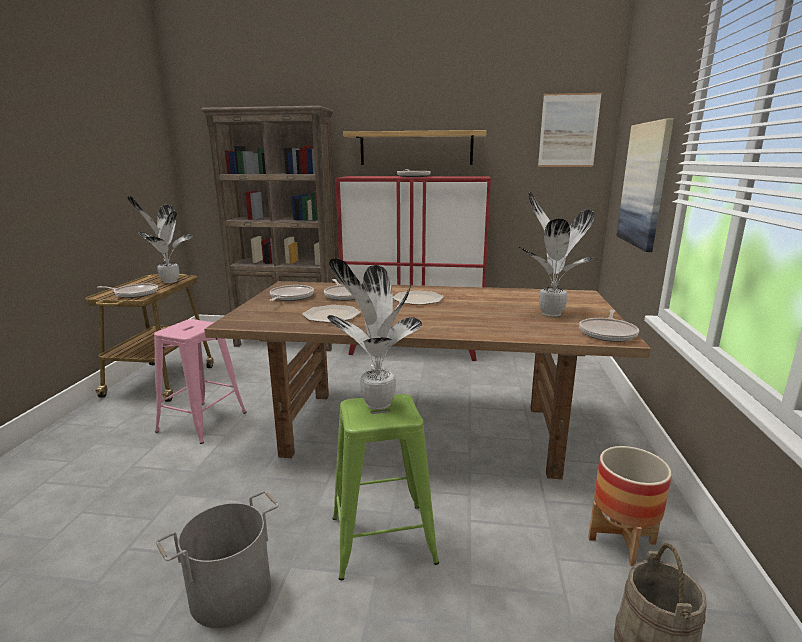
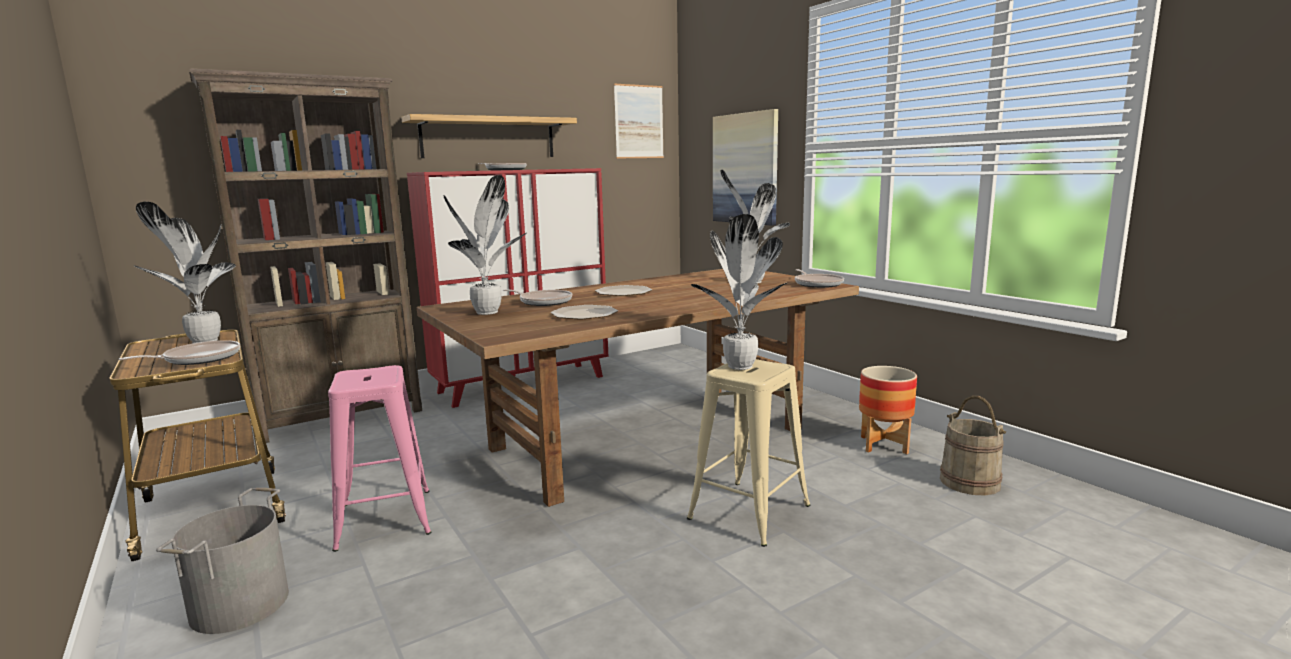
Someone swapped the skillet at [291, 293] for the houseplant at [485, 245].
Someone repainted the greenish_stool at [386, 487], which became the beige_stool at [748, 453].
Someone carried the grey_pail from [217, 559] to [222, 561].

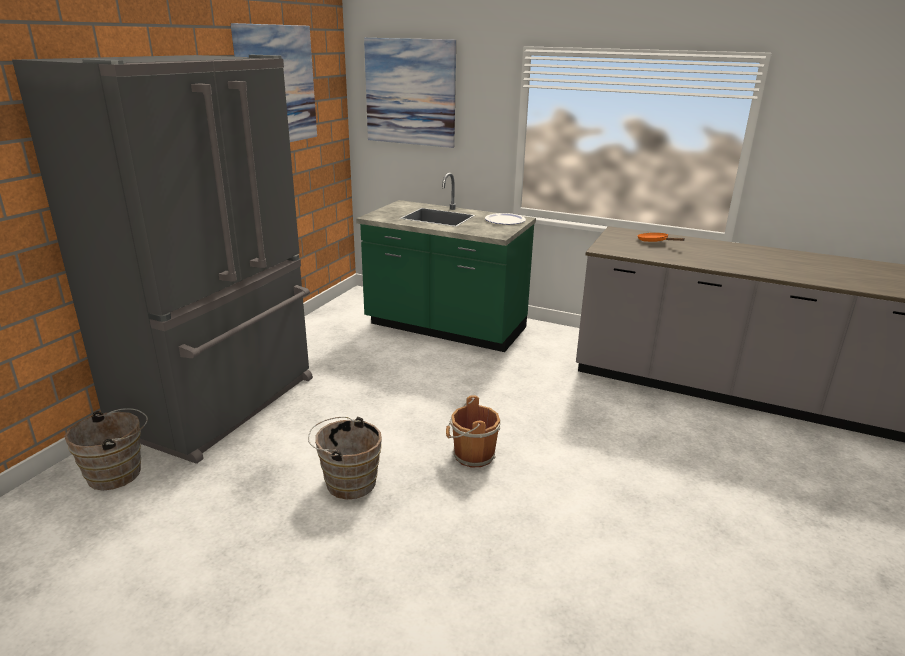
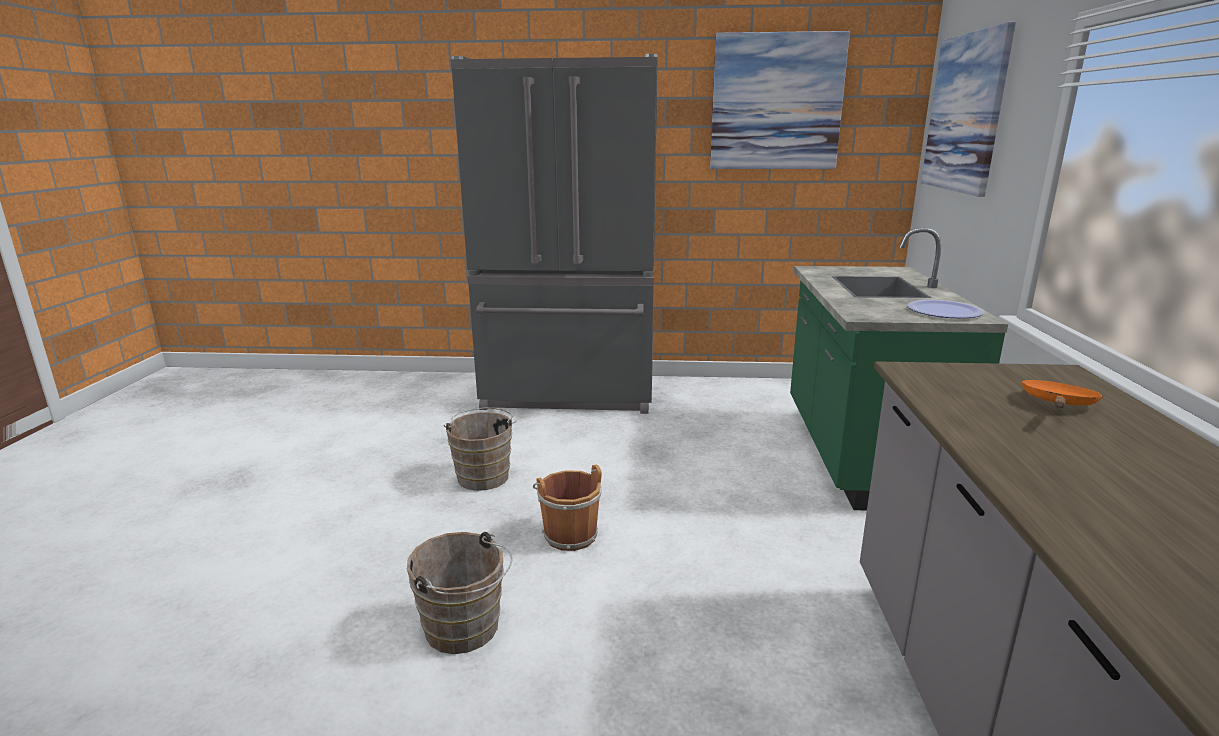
Someone carried the brown-coloured_pail from [106, 449] to [459, 593].

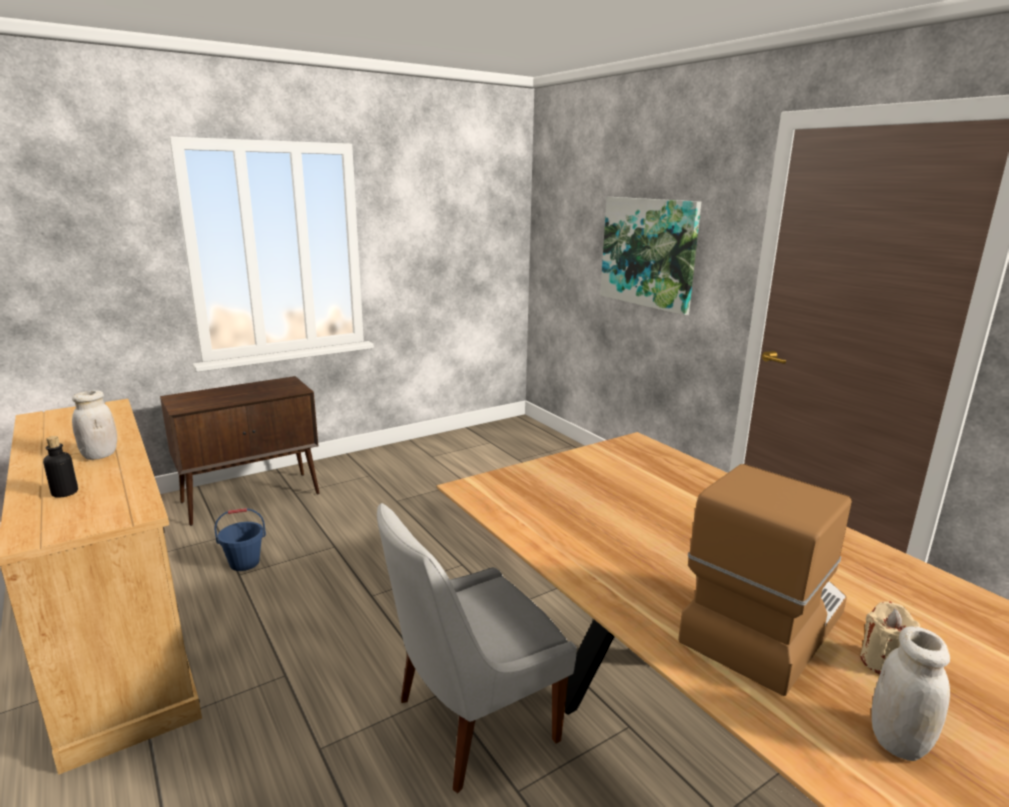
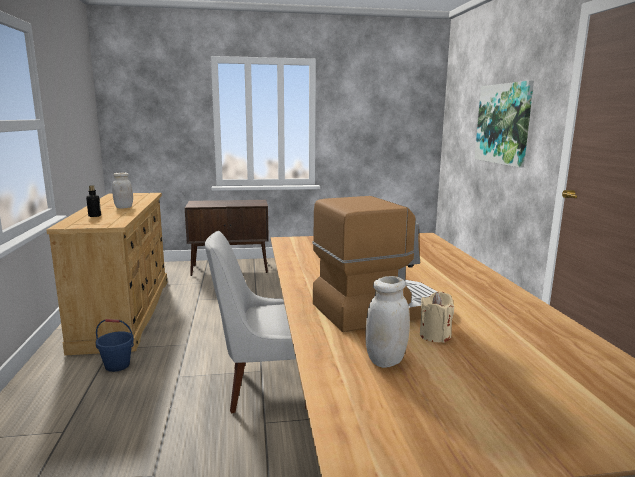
Someone carried the blue-coloured_pail from [240, 539] to [115, 345].

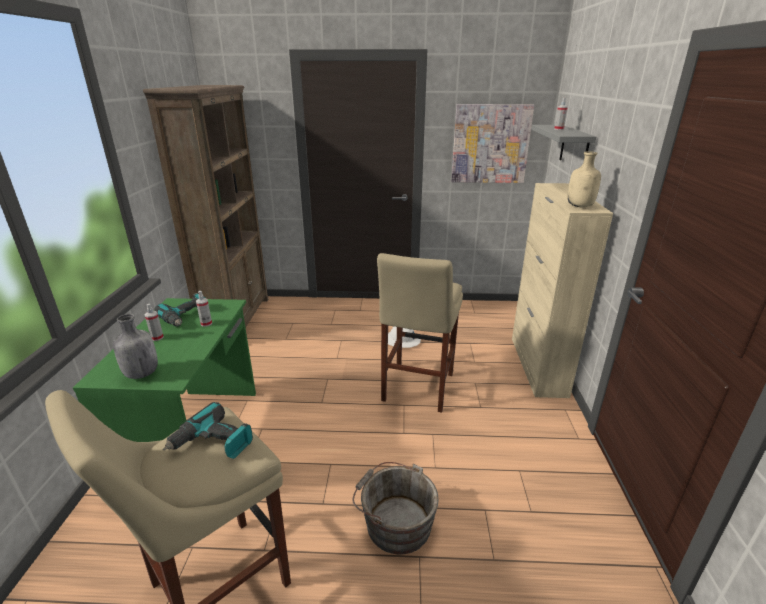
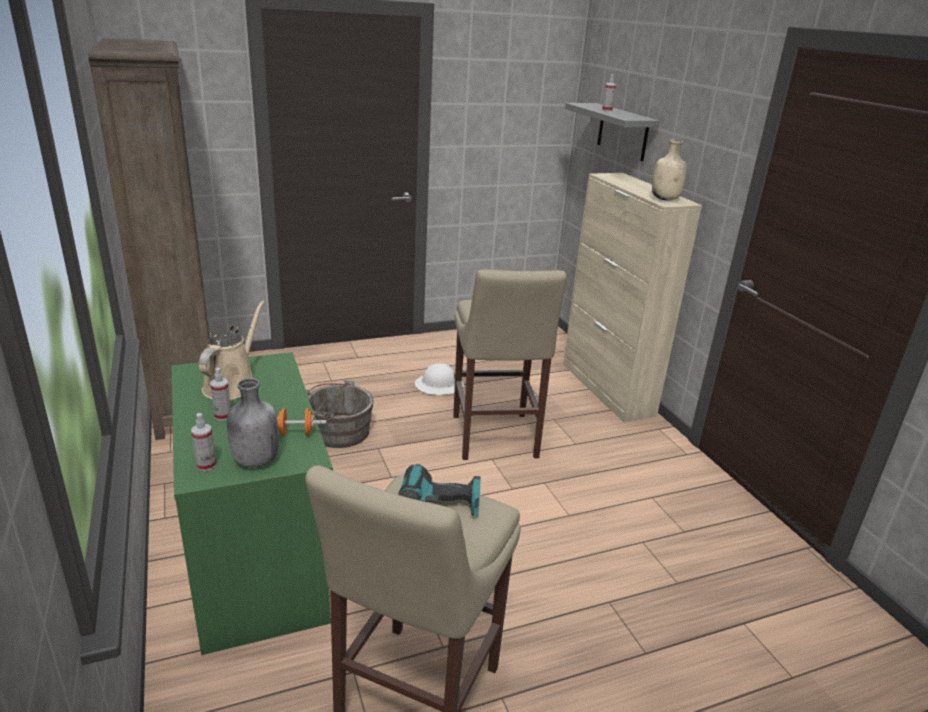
Someone took away the wall_picture at [492, 143].
Someone carried the spray_bottle from [204, 309] to [203, 442].
Someone swapped the power_drill at [179, 310] for the beige_watering_can at [231, 350].
Someone carried the grey_pail from [396, 508] to [340, 414].
Someone put down the orangey_dumbbell at [301, 422].

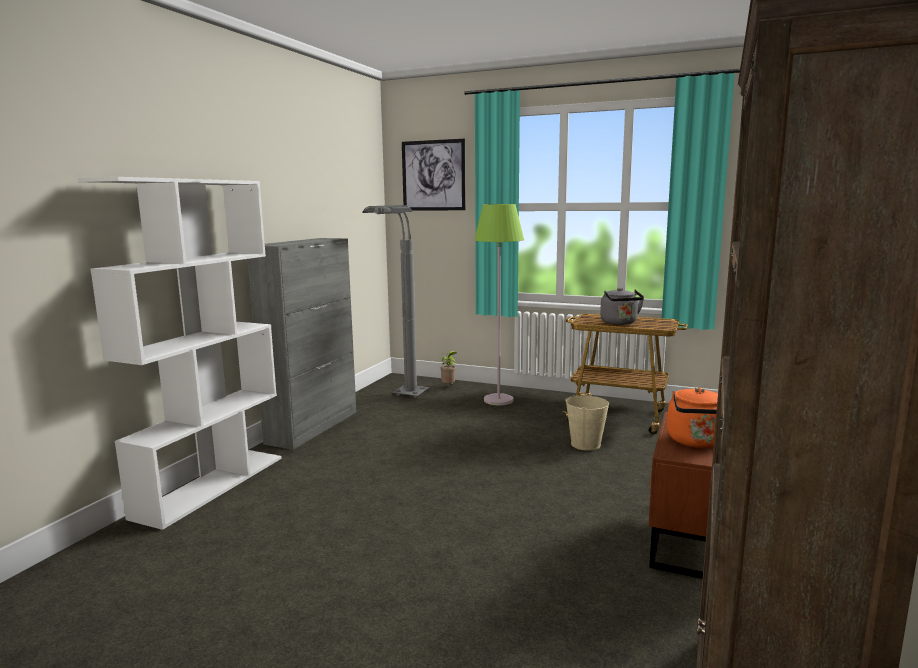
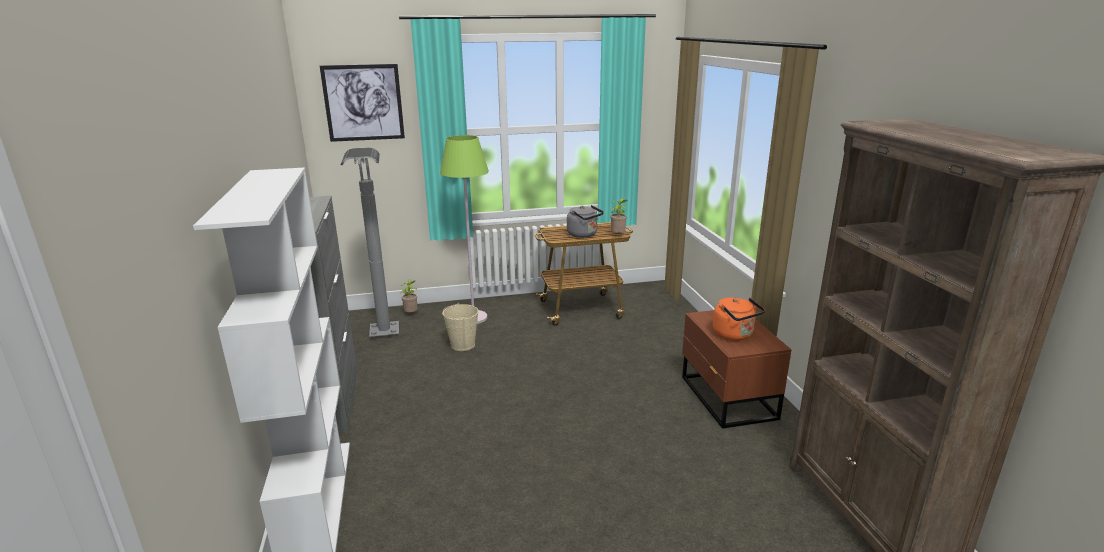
Someone carried the beige_pail from [587, 422] to [460, 327].
Someone put down the houseplant at [619, 215].

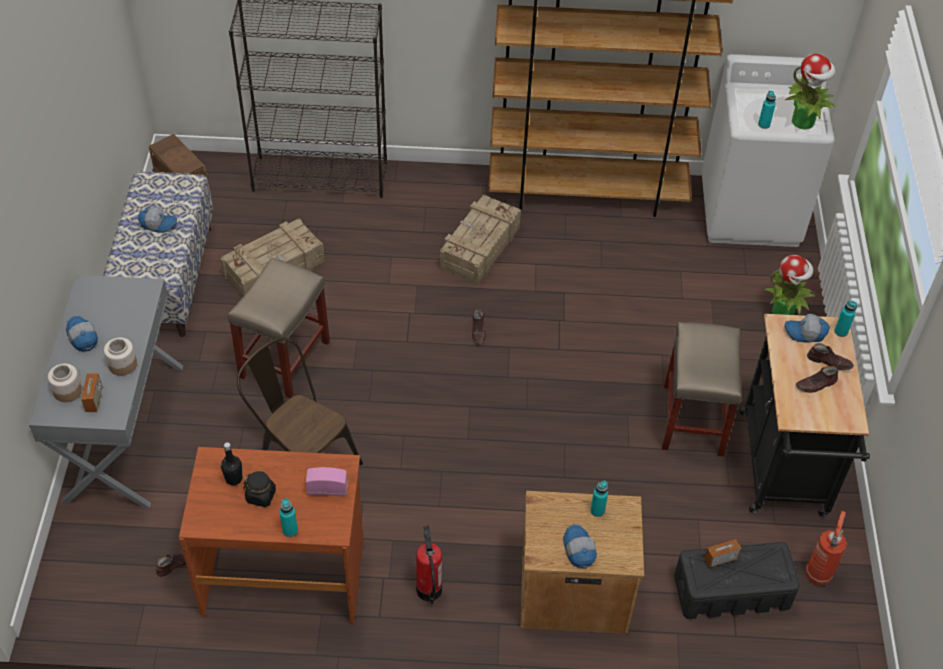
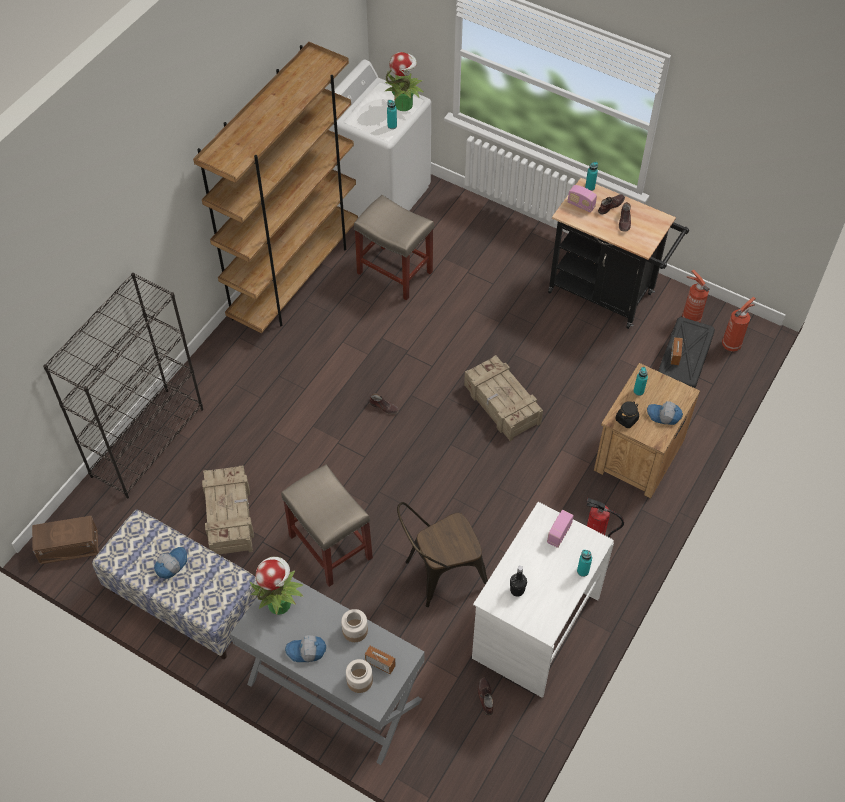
Someone carried the crate from [480, 240] to [503, 398].
Someone carried the houseplant from [789, 285] to [277, 586].
Someone swapped the baseball_cap at [807, 328] for the radio at [582, 199].
Someone carried the beige_stool from [701, 389] to [394, 248].
Someone repainted the brown-coloured_desk_unit at [271, 536], which became the white_desk_unit at [543, 600].
Someone carried the blackish_storage_jar from [259, 489] to [627, 414].
Someone put down the extinguisher at [739, 324].

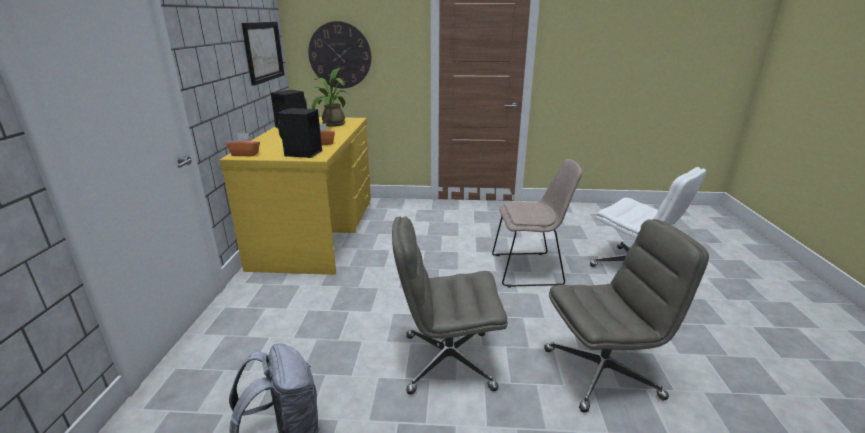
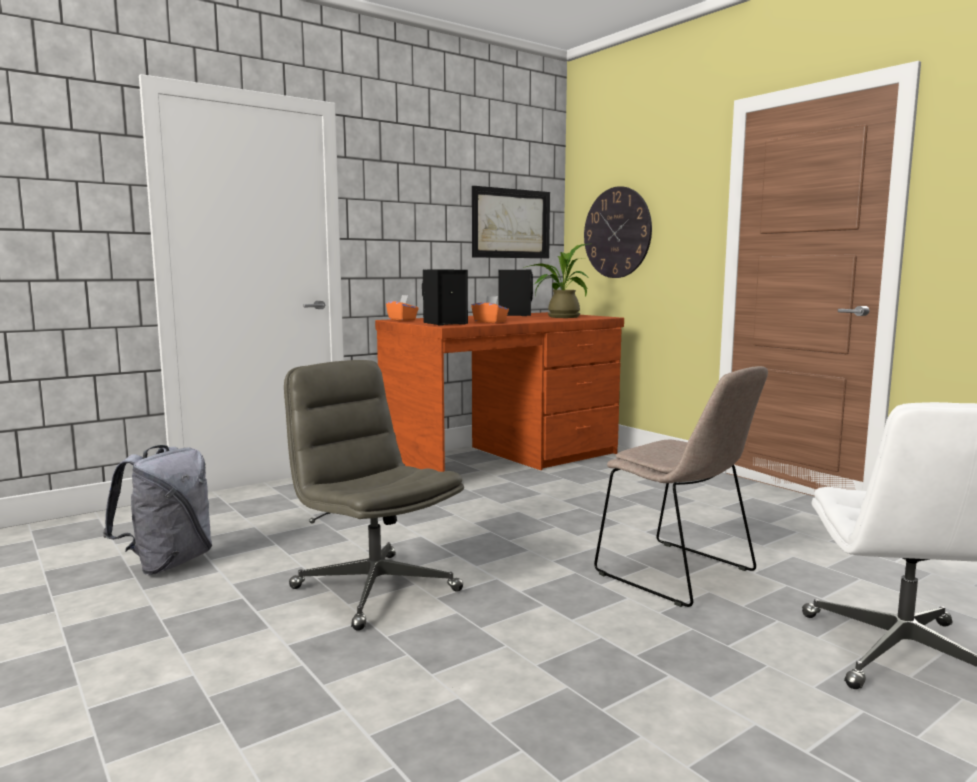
Someone repainted the yellow-coloured_desk_unit at [295, 196], which became the brown-coloured_desk_unit at [499, 392].
Someone took away the grey_desk_chair at [626, 315].

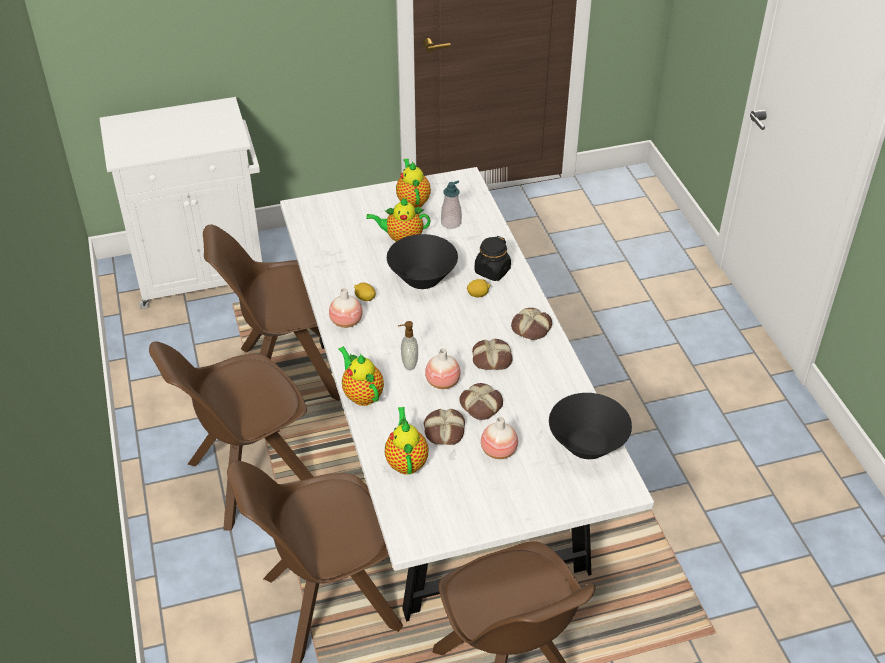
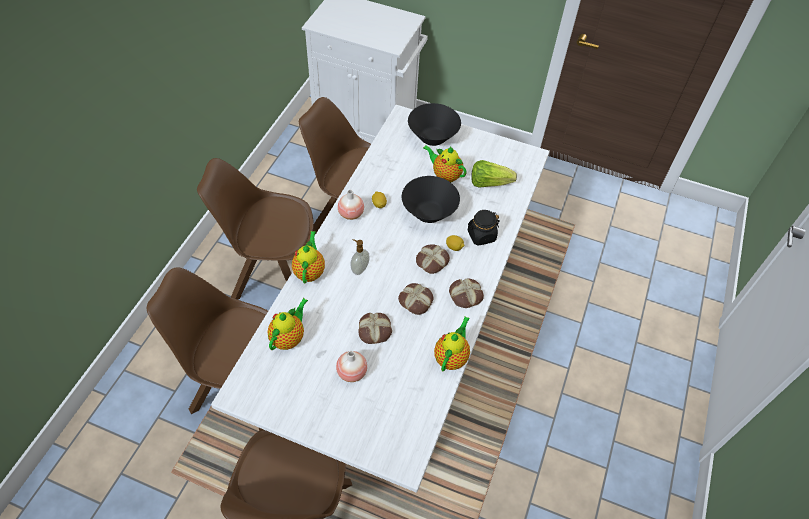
Someone carried the teapot from [413, 183] to [452, 343].
Someone swapped the soap_dispenser at [451, 205] for the lettuce_head at [494, 174].
Someone took away the flower_vase at [443, 368].
Someone carried the blackish_bowl from [590, 426] to [434, 124].
Someone carried the bread from [444, 427] to [433, 259].

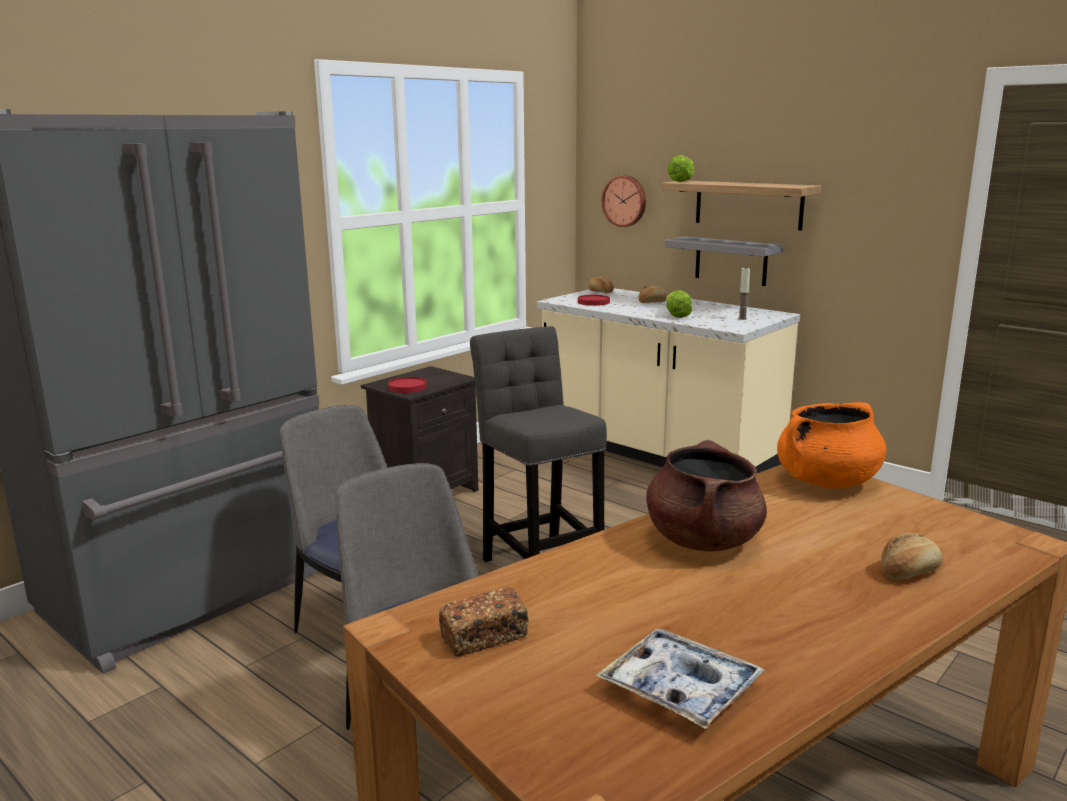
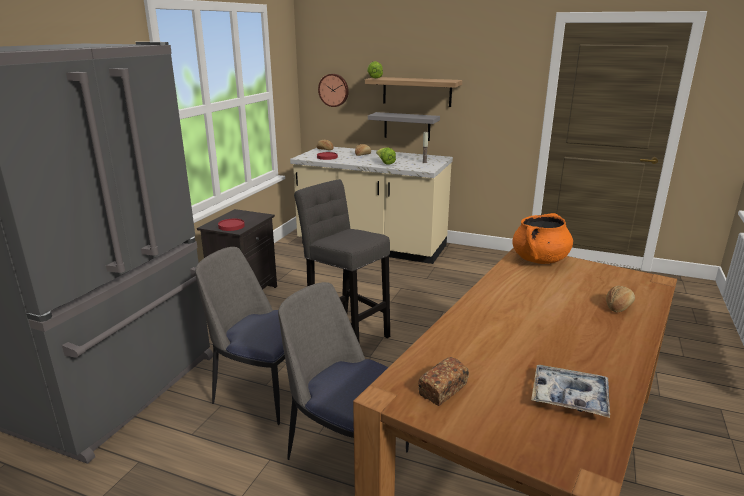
Someone took away the brown-coloured_stockpot at [706, 495].

